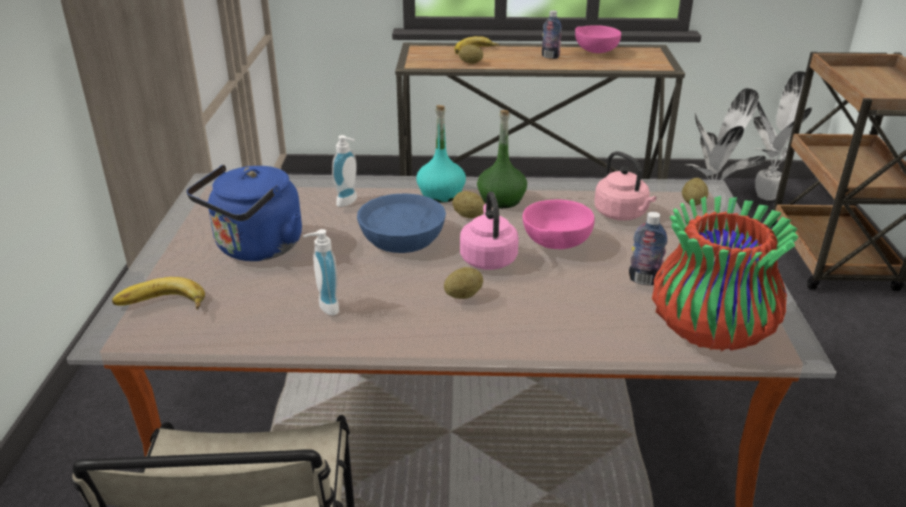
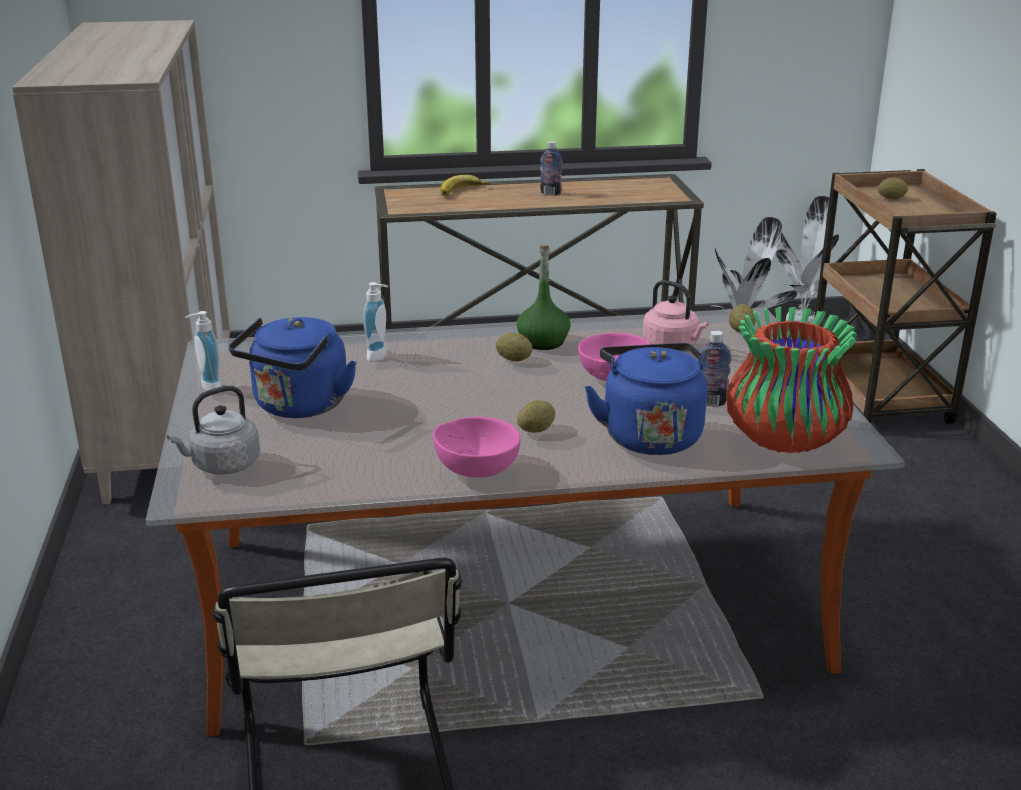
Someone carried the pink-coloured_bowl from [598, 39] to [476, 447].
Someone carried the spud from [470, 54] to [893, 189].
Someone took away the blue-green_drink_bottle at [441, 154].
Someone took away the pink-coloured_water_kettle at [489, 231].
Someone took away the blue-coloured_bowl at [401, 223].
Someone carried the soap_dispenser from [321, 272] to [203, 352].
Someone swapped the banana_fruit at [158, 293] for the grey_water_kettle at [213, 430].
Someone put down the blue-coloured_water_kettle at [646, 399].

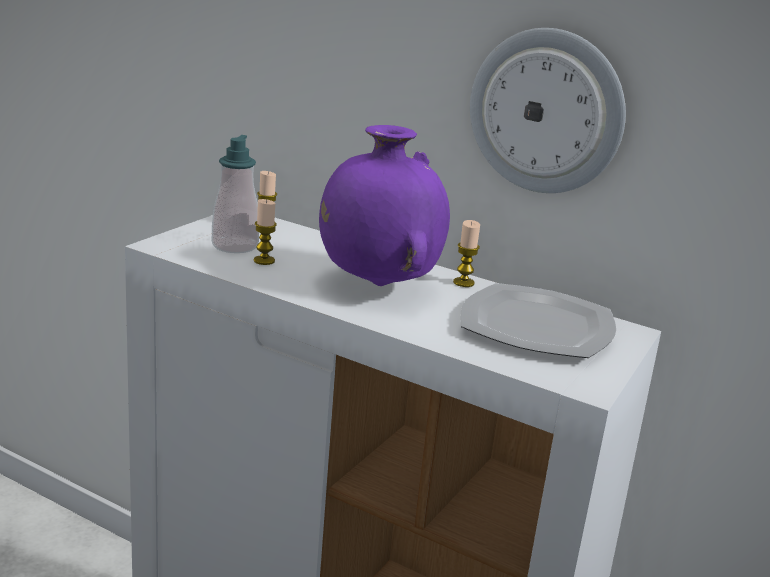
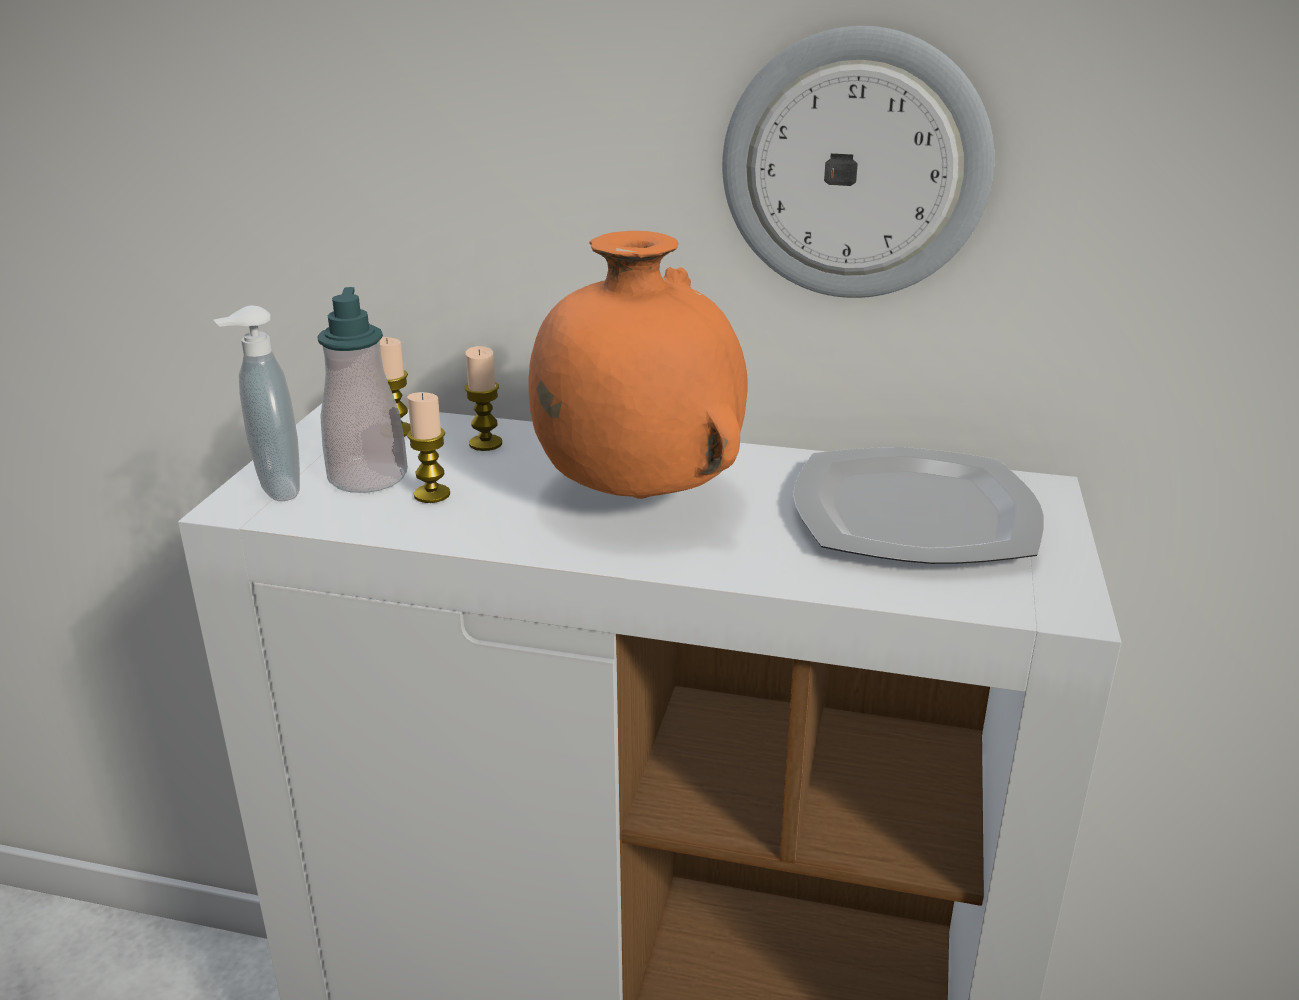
Someone repainted the purplish_flower_vase at [384, 205], which became the orangey_flower_vase at [638, 365].
Someone carried the wax_light from [466, 253] to [483, 398].
Someone put down the soap_dispenser at [257, 403].

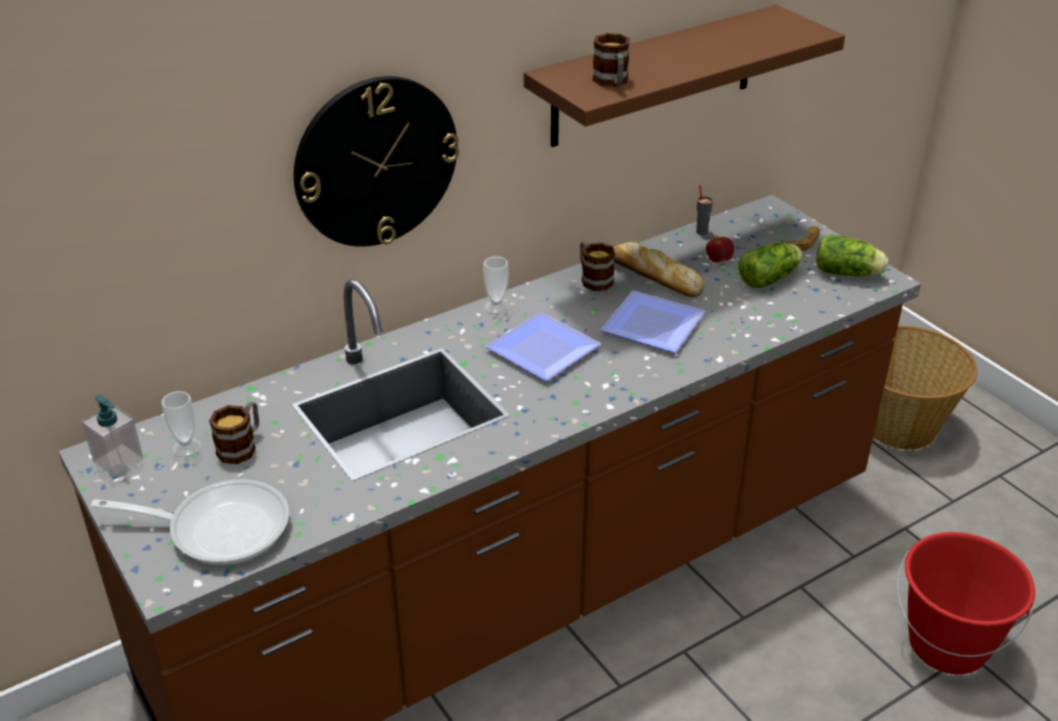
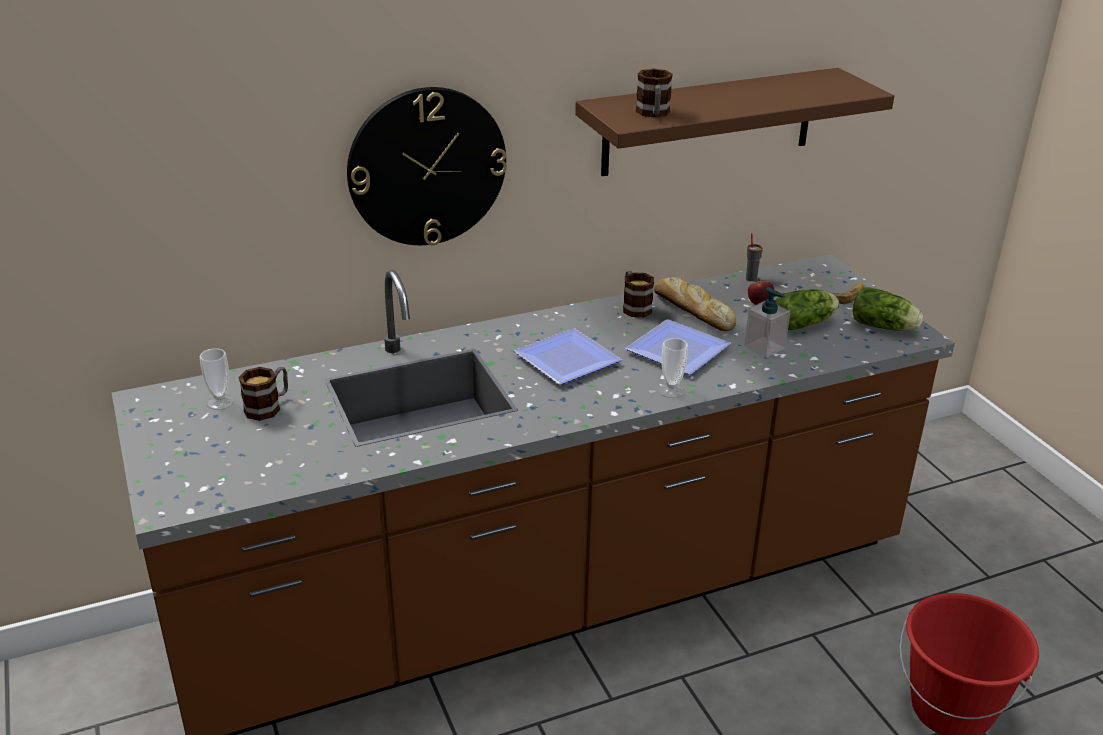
Someone carried the small_cup from [496, 285] to [673, 368].
Someone took away the basket at [925, 388].
Someone carried the soap_dispenser from [112, 436] to [767, 322].
Someone took away the skillet at [190, 522].

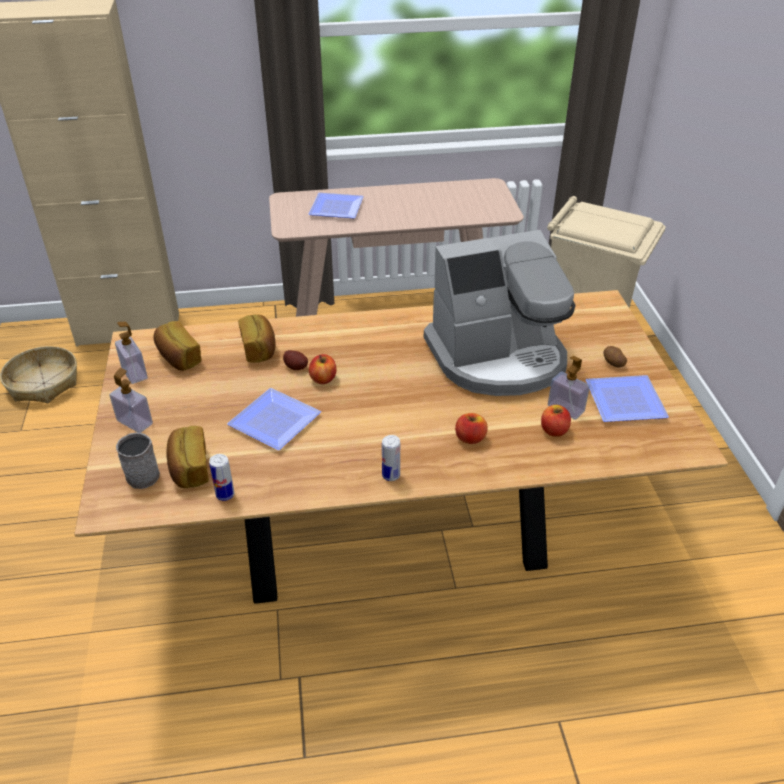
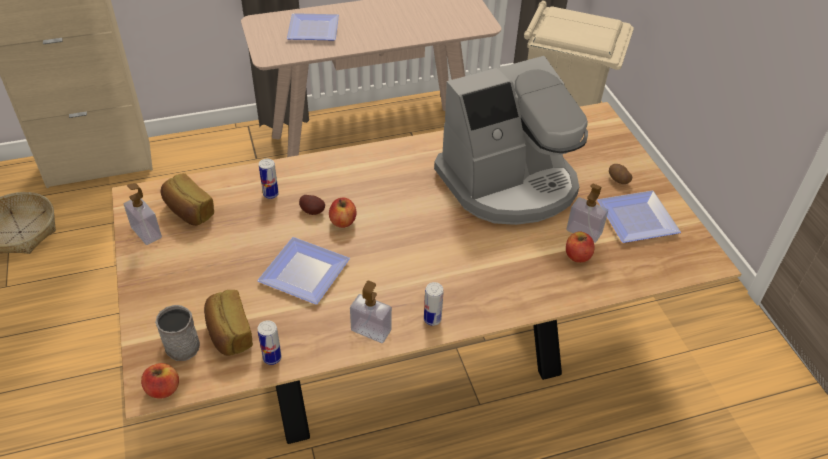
Someone swapped the bread at [256, 338] for the sealed_can at [269, 179].
Someone carried the soap_dispenser from [131, 400] to [371, 312].
Someone carried the apple_fruit from [471, 428] to [160, 381].

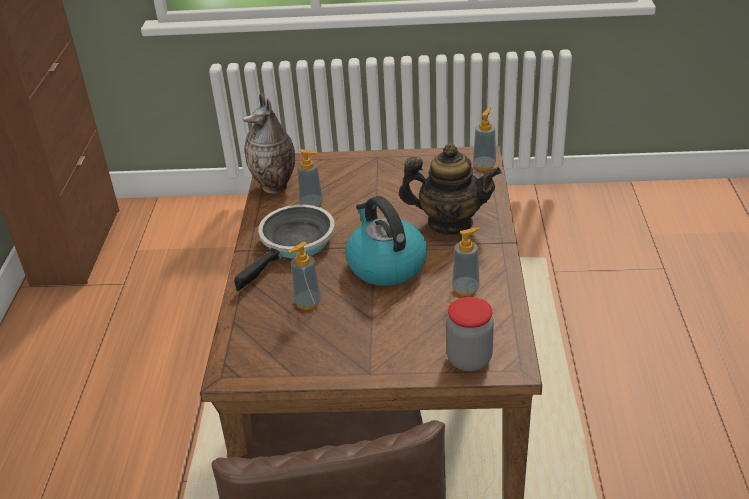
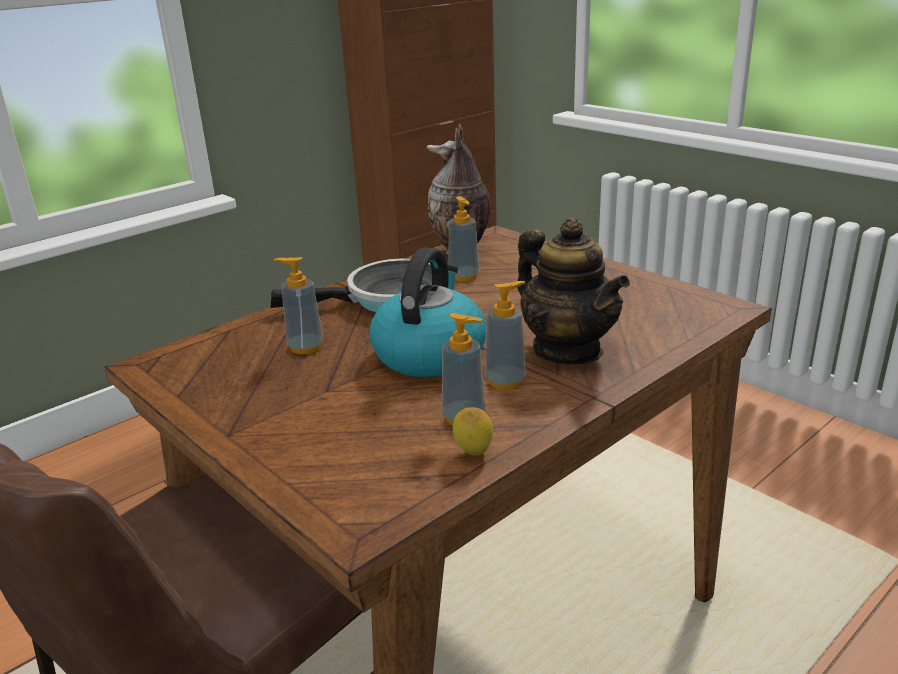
Someone carried the soap_dispenser from [484, 139] to [505, 335].
Someone took away the storage_jar at [470, 334].
Someone put down the whole_lemon at [473, 431].

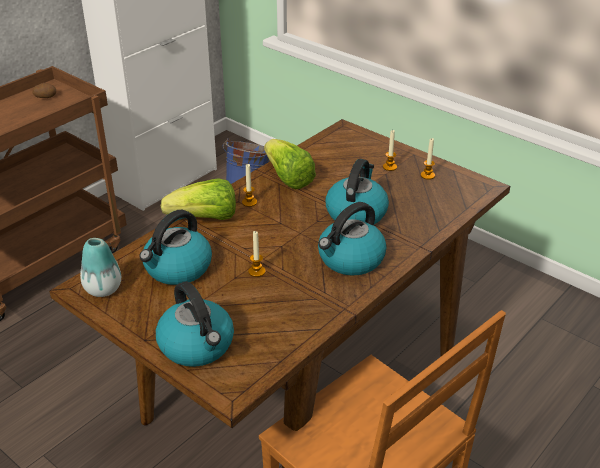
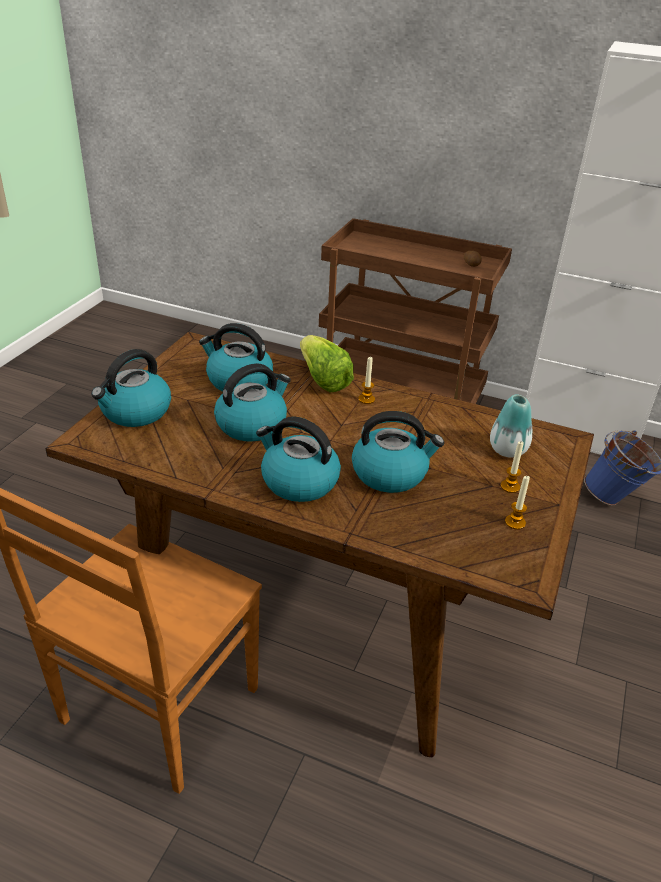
Someone took away the lettuce_head at [290, 164].
Someone swapped the wax_light at [257, 254] for the water_kettle at [252, 402].
Someone carried the flower_vase from [100, 267] to [511, 426].

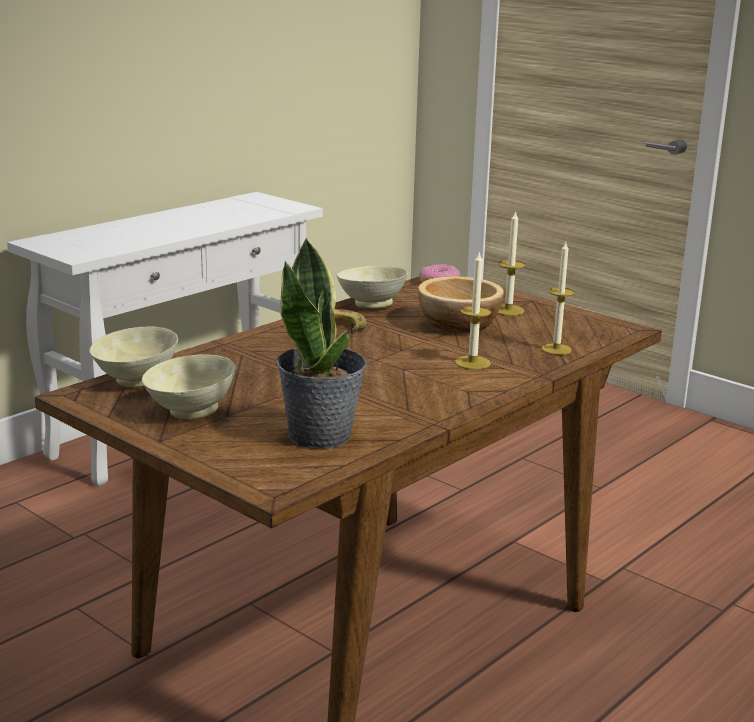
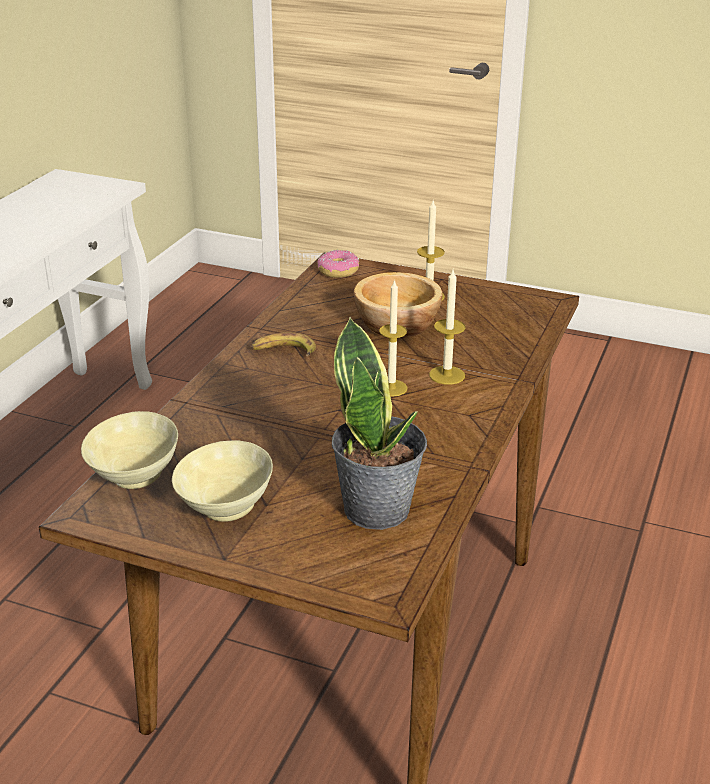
Someone carried the wax_light from [558, 298] to [393, 338].
Someone took away the beige_bowl at [372, 287].

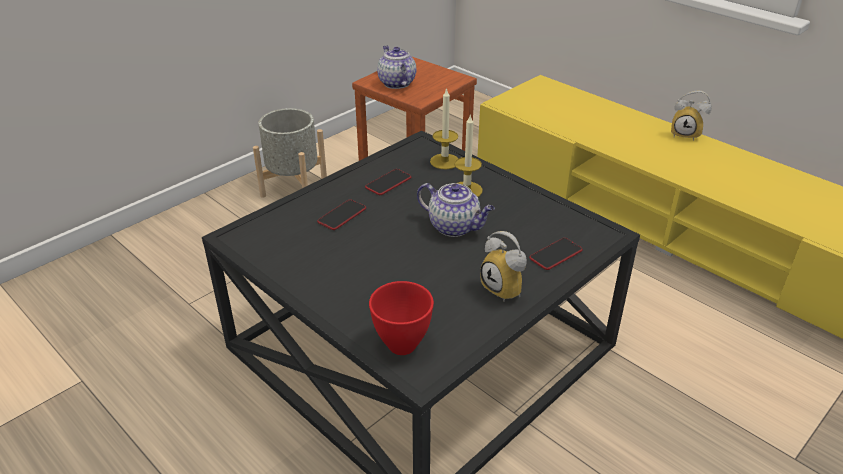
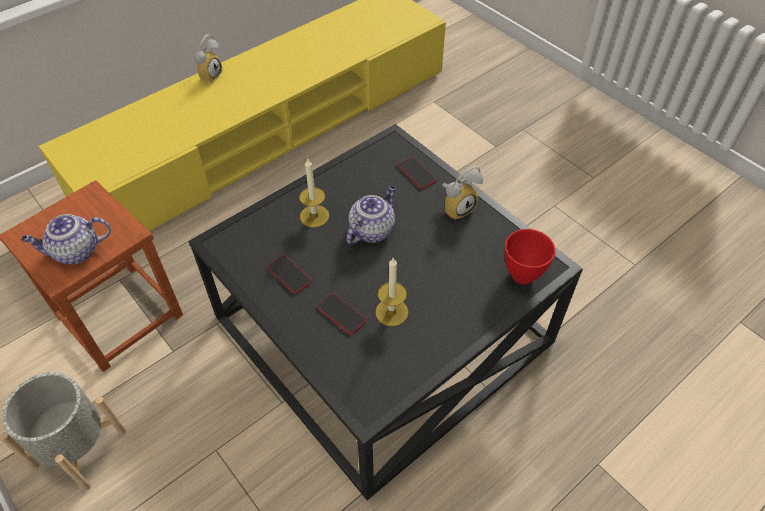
Someone carried the wax_light from [444, 128] to [392, 292].

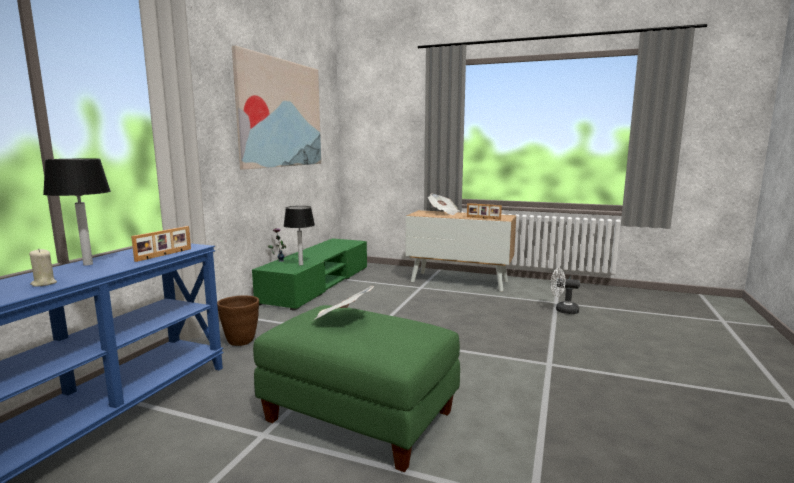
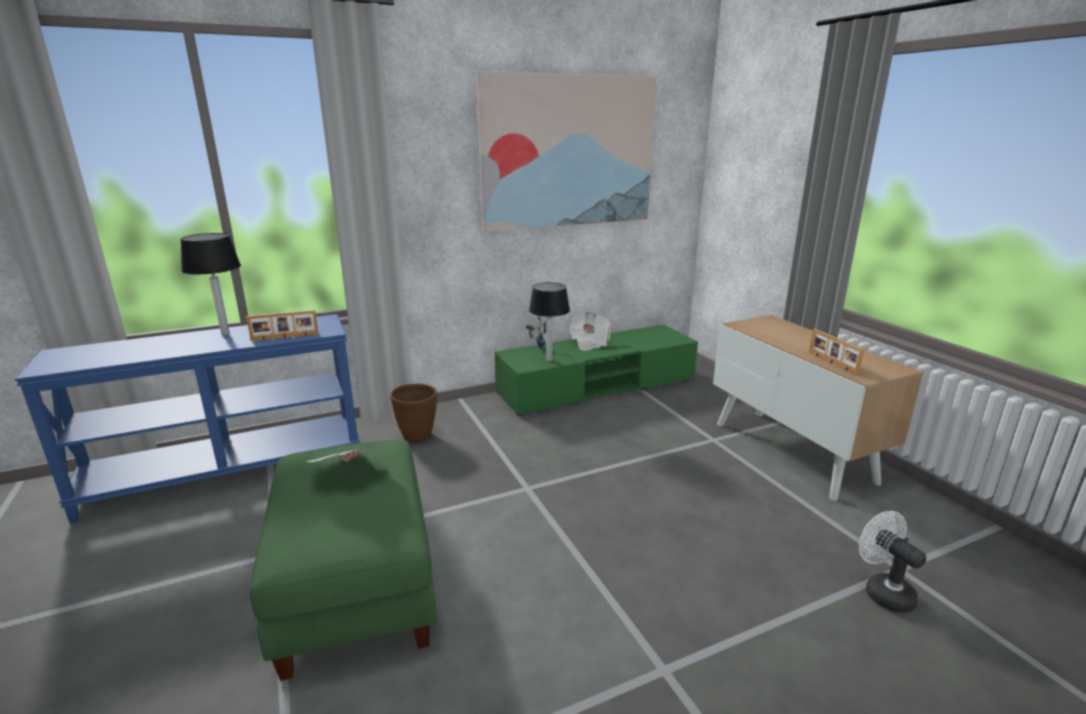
Someone carried the printed_paper from [443, 204] to [590, 331].
Someone took away the beige_wax_light at [43, 268].

